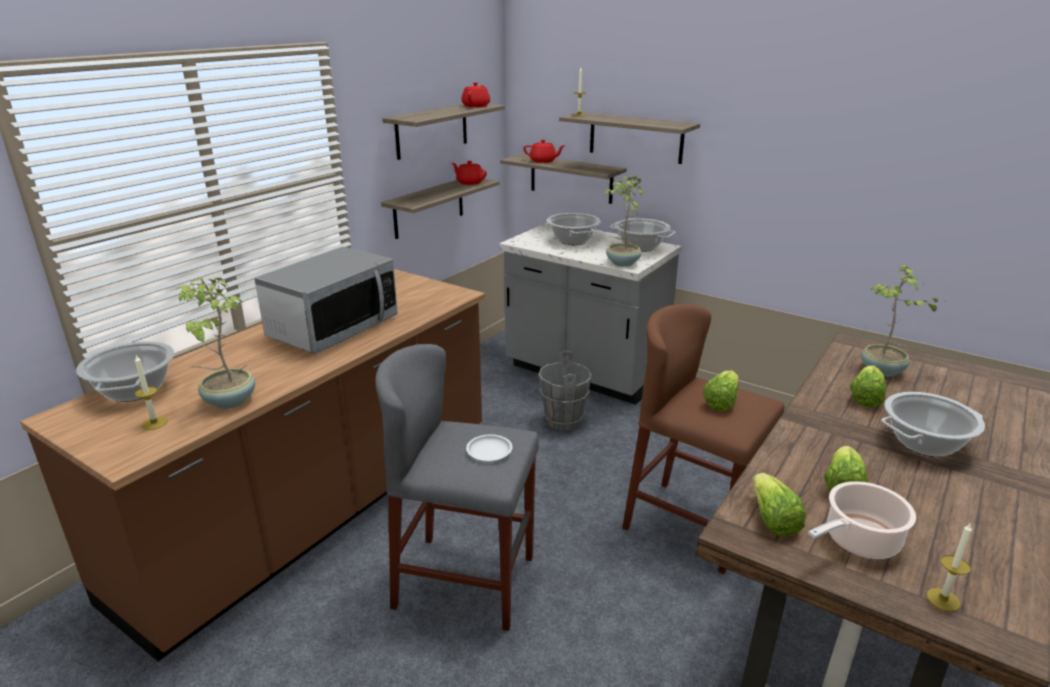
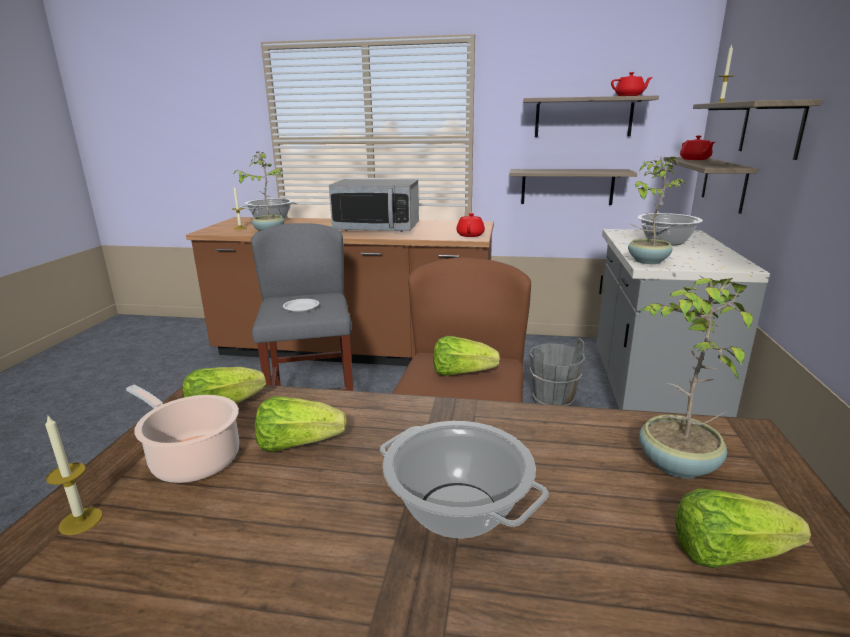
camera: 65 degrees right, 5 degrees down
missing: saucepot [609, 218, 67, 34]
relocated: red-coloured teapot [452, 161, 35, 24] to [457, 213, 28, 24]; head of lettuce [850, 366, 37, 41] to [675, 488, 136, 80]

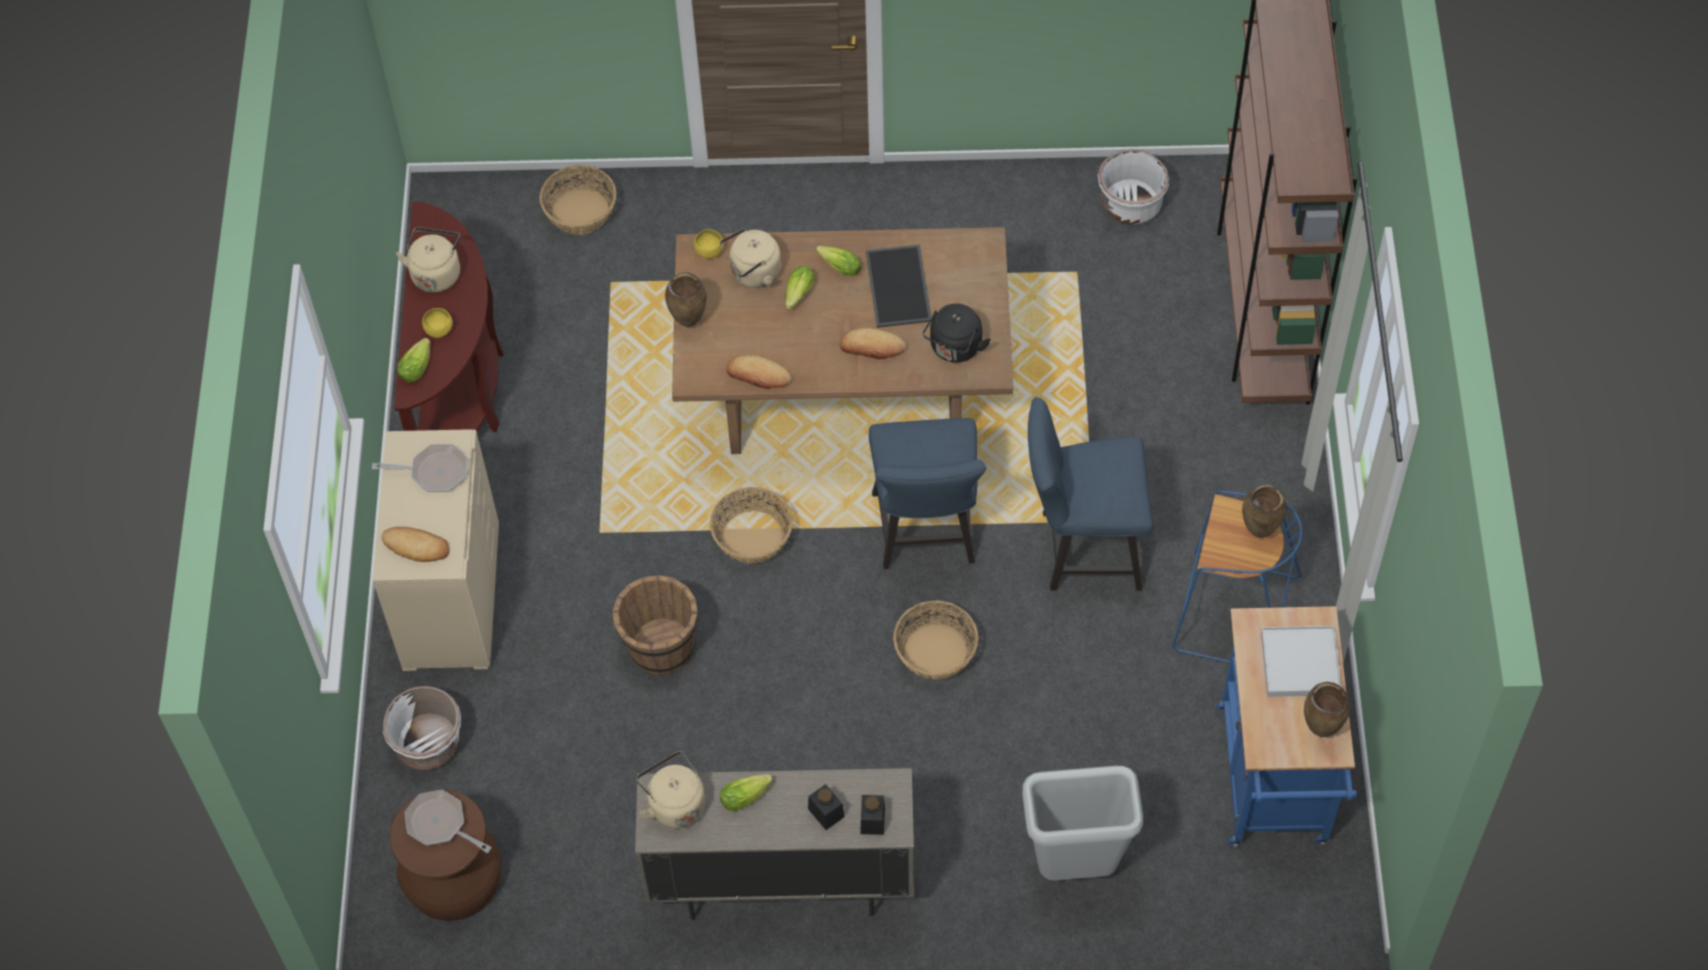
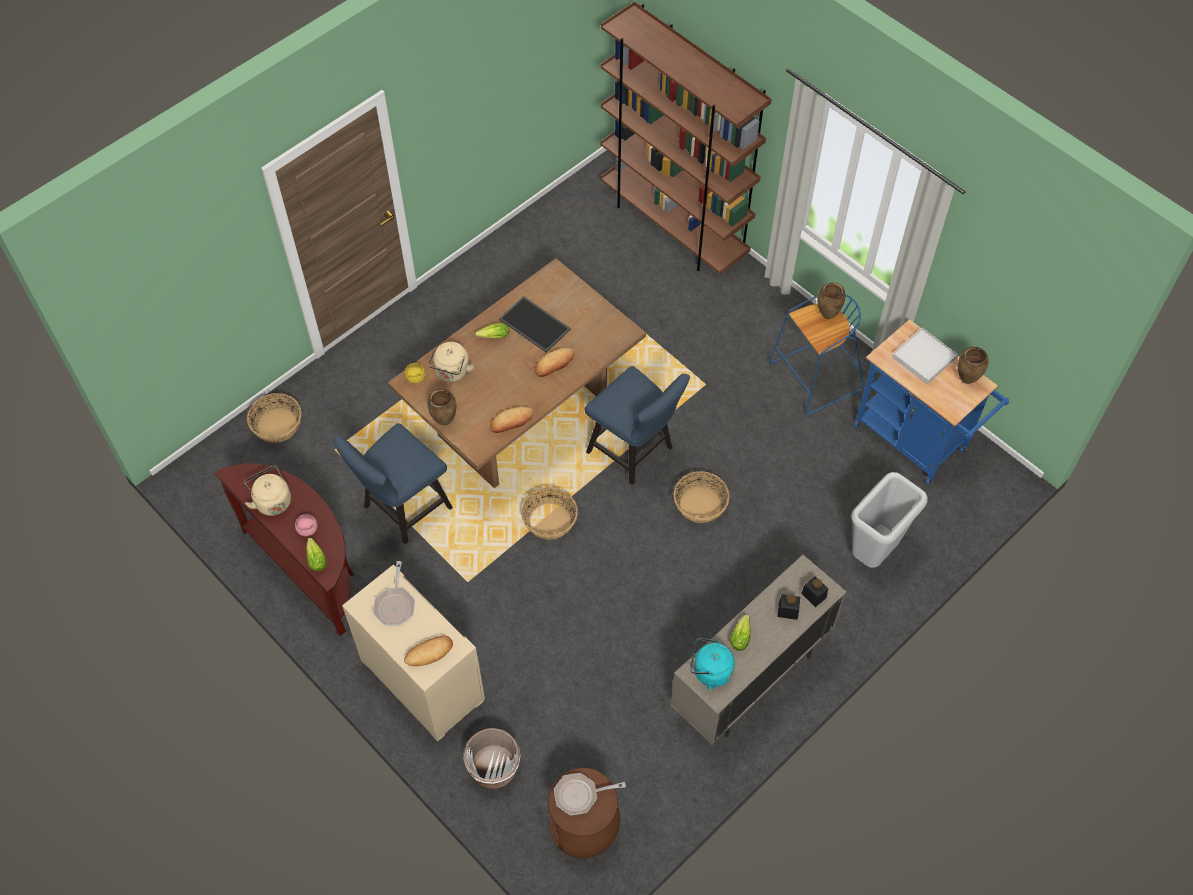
camera: 45 degrees left, 0 degrees up
missing: brown-coloured pail [613, 575, 85, 100]; head of lettuce [785, 266, 30, 44]; black kettle [923, 304, 68, 59]; whitish flower pot [1098, 149, 71, 75]
relocated: bluish chair [1028, 397, 125, 194] to [333, 423, 120, 121]
colour: yellow bowl [422, 308, 31, 30] to pink-coloured bowl [295, 514, 22, 22]; beige-coloured kettle [636, 751, 69, 77] to turquoise kettle [690, 638, 45, 52]
spun: skillet [372, 444, 96, 48] = [373, 561, 42, 65] 135 degrees clockwise

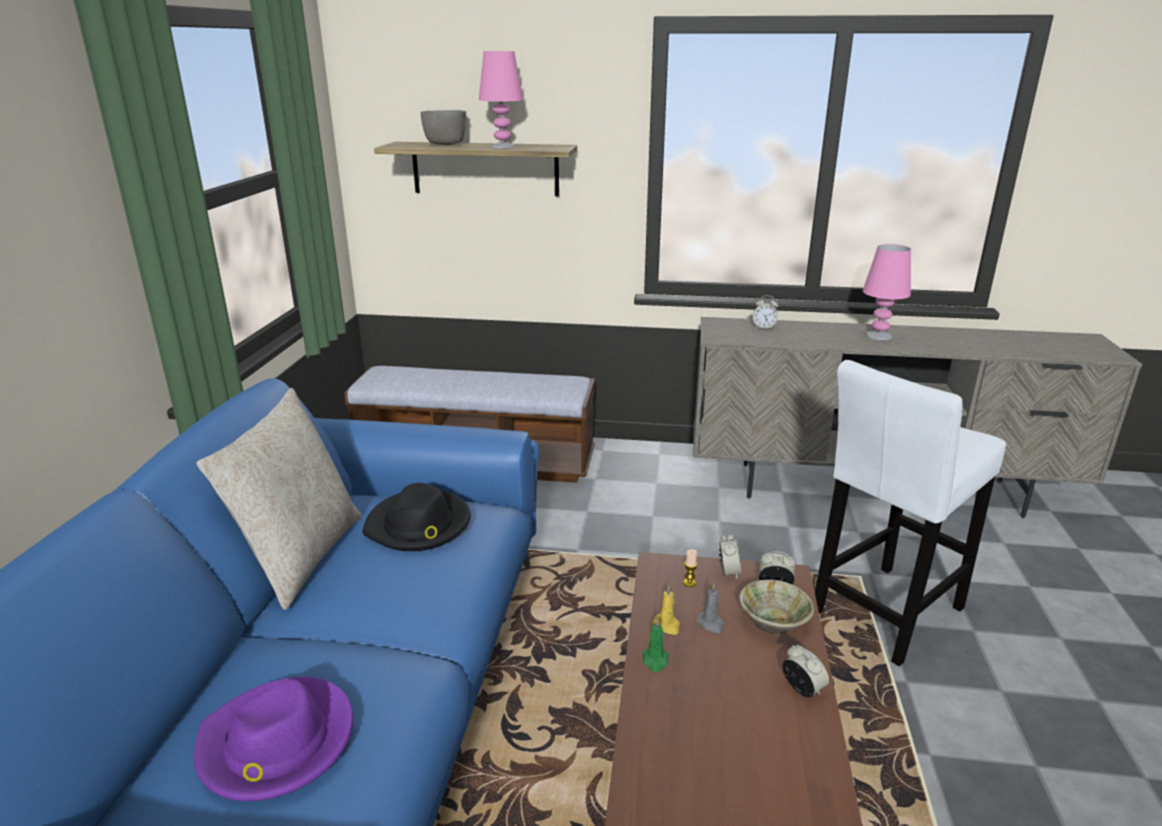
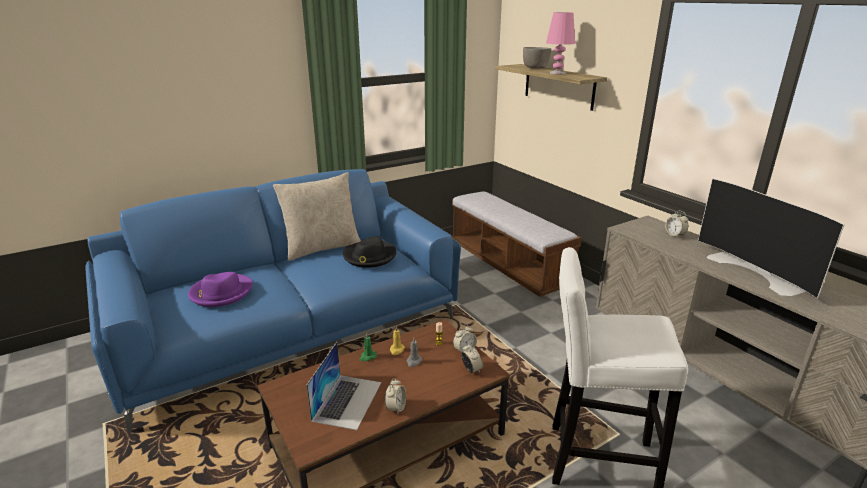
camera: 50 degrees right, 0 degrees up
missing: beige-coloured bowl [739, 579, 75, 55]
appeared: notebook computer [306, 342, 75, 88]
exchanged: pink-coloured tabletop lamp [863, 244, 48, 96] to television [698, 178, 147, 121]

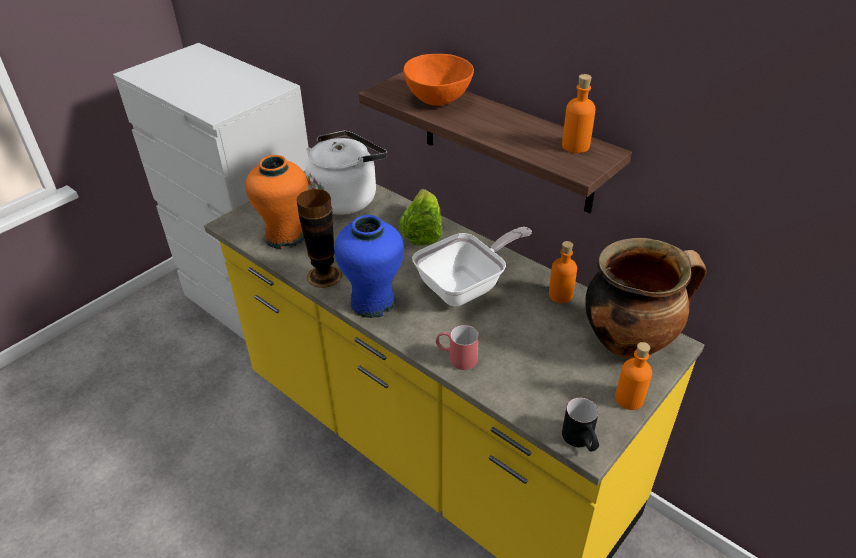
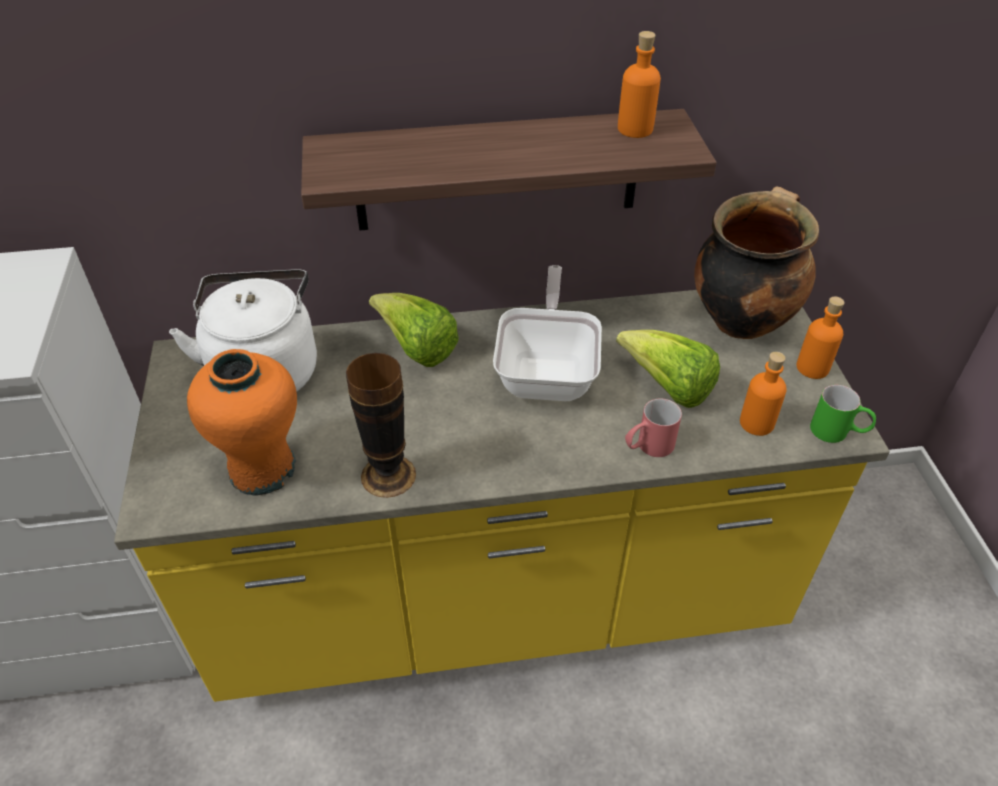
camera: 50 degrees left, 5 degrees up
missing: bluish flower vase [334, 215, 70, 103]; orangey bowl [403, 54, 71, 52]
appeared: head of lettuce [616, 330, 104, 78]
relocated: orangey drink bottle [549, 241, 28, 62] to [740, 352, 47, 84]
colour: black tea mug [562, 398, 37, 54] to green tea mug [810, 385, 66, 58]

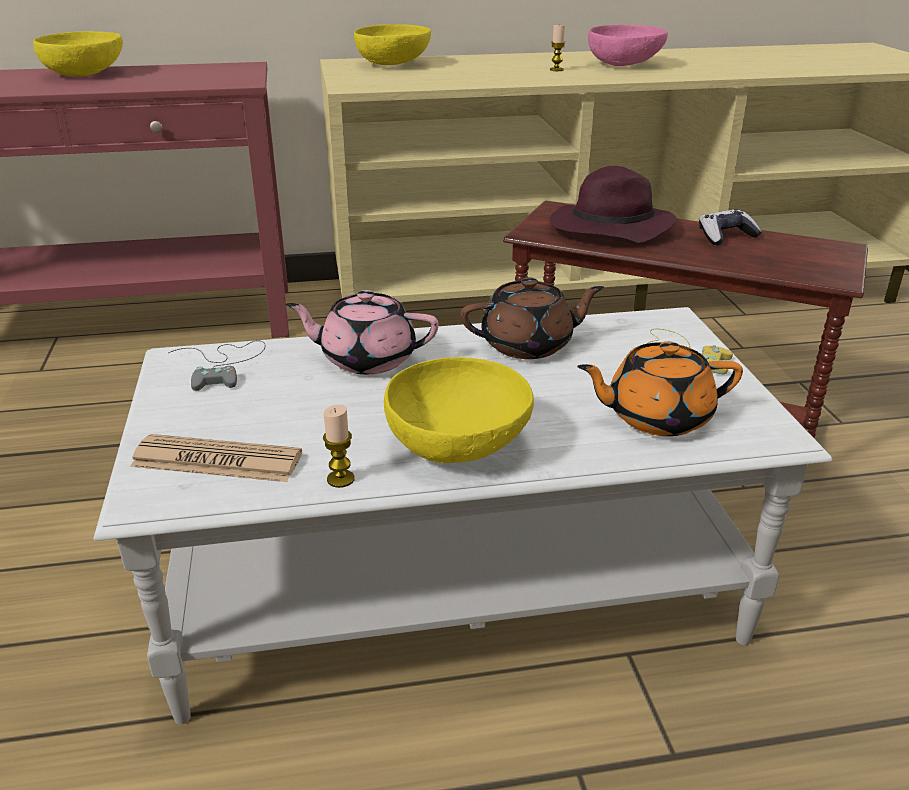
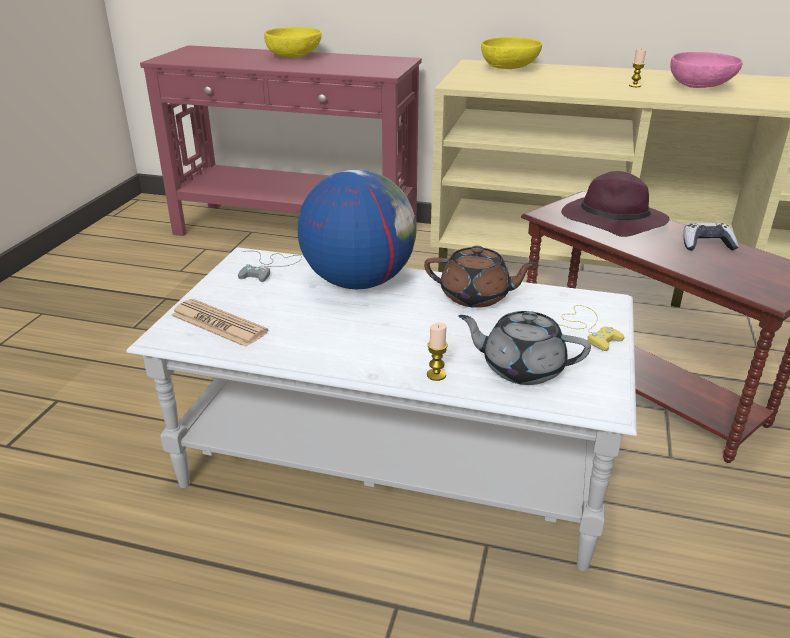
camera: 25 degrees right, 0 degrees up
missing: yellow bowl [384, 357, 150, 106]
relocated: wax light [323, 405, 32, 83] to [427, 323, 21, 58]
exchanged: pink-coloured teapot [286, 290, 153, 84] to world globe [298, 169, 119, 120]
colour: orangey teapot [577, 341, 166, 95] to grey teapot [458, 311, 133, 74]

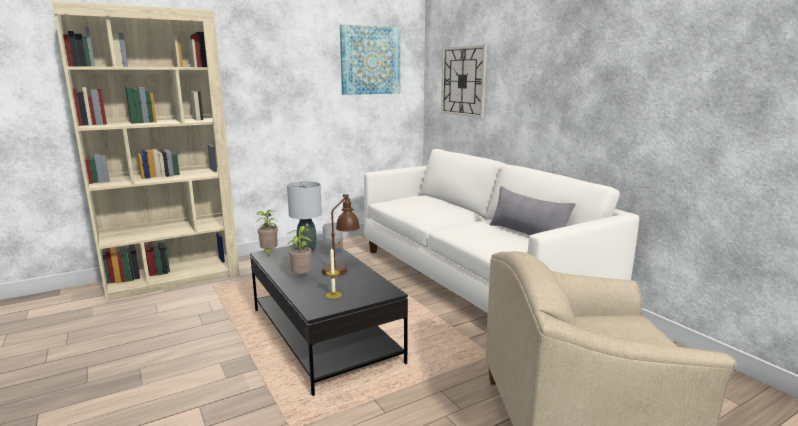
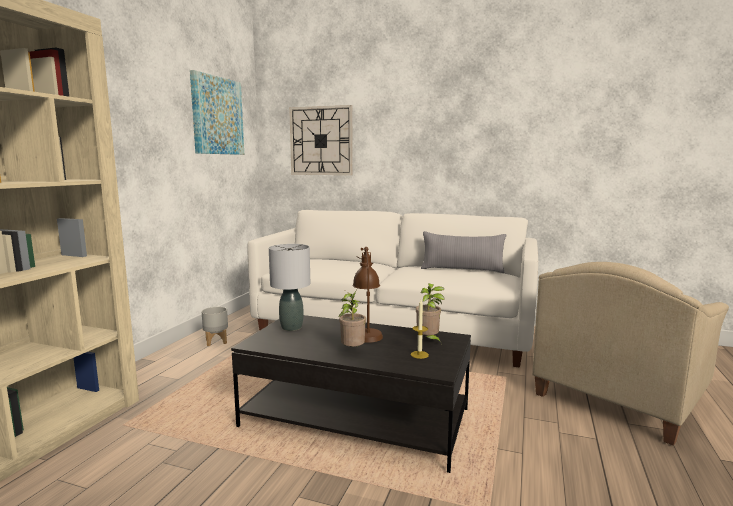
camera: 40 degrees left, 5 degrees down
relocated: potted plant [256, 210, 22, 47] to [416, 283, 28, 62]

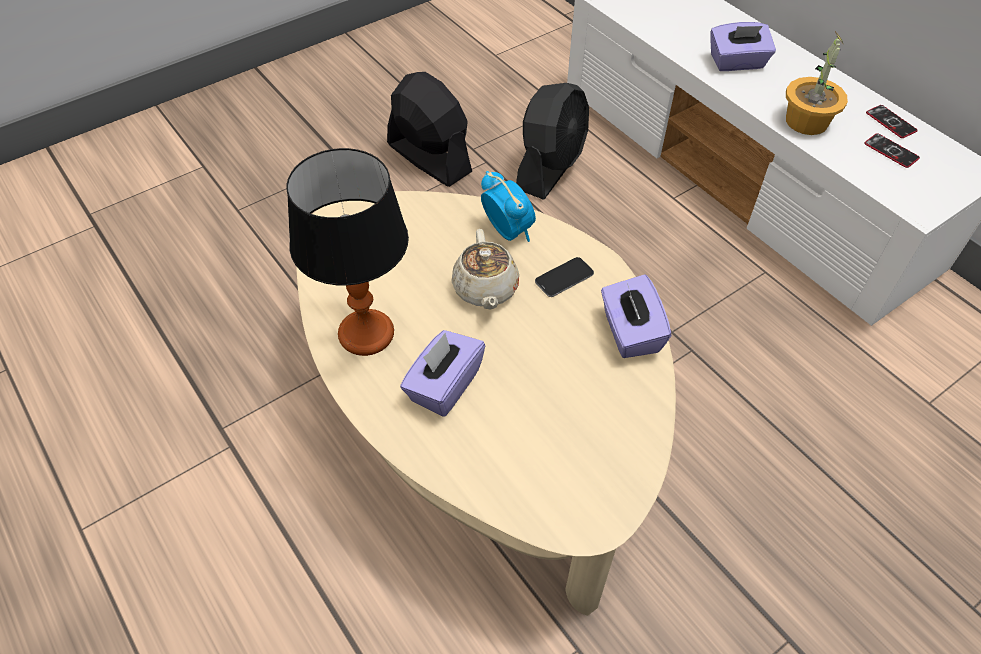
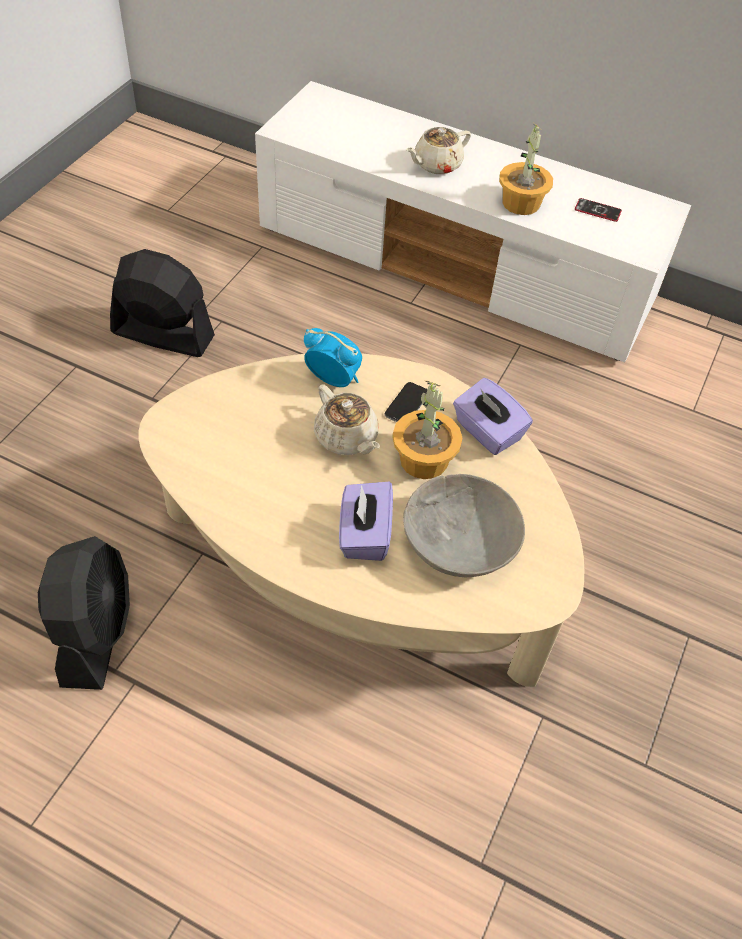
camera: 30 degrees left, 0 degrees up
missing: tabletop lamp [287, 148, 122, 208]; telephone [866, 105, 52, 33]
appeared: potted plant [392, 381, 70, 98]; grey bowl [403, 474, 122, 103]
relocated: black cooling fan [516, 83, 73, 117] to [38, 536, 92, 154]
exchanged: purplish tissue box [710, 22, 66, 49] to beige-coloured teapot [406, 127, 65, 47]

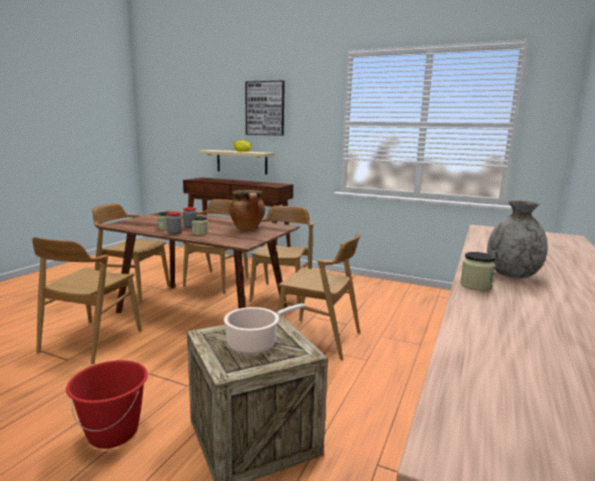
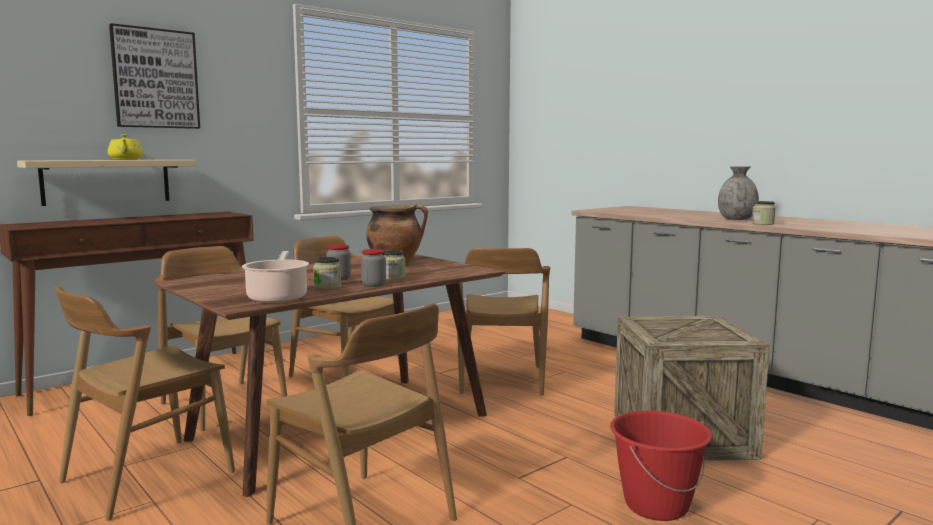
camera: 65 degrees left, 5 degrees down
relocated: saucepot [224, 303, 81, 51] to [242, 251, 67, 52]
spun: brown-coloured chair [278, 233, 82, 127] = [457, 248, 93, 148] 135 degrees clockwise

